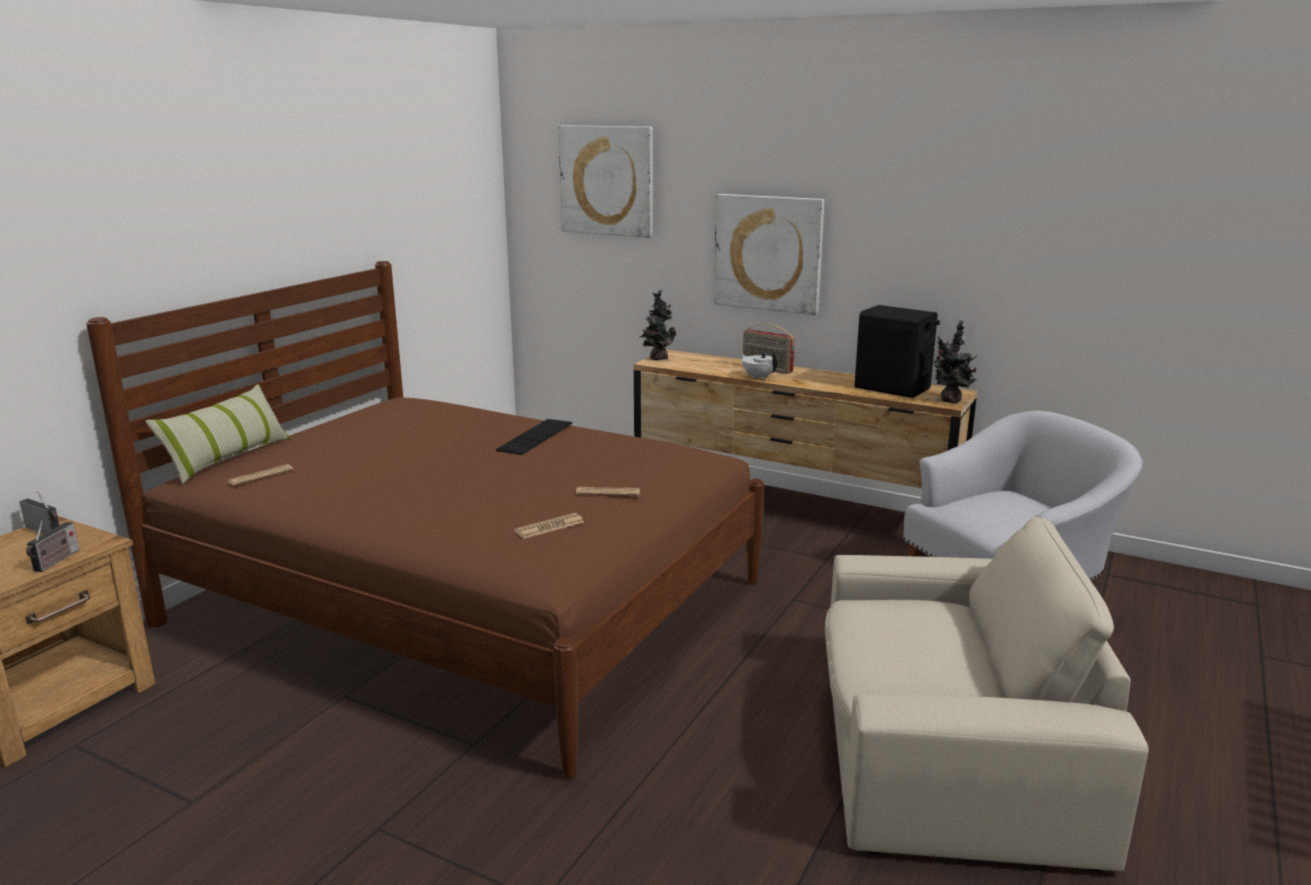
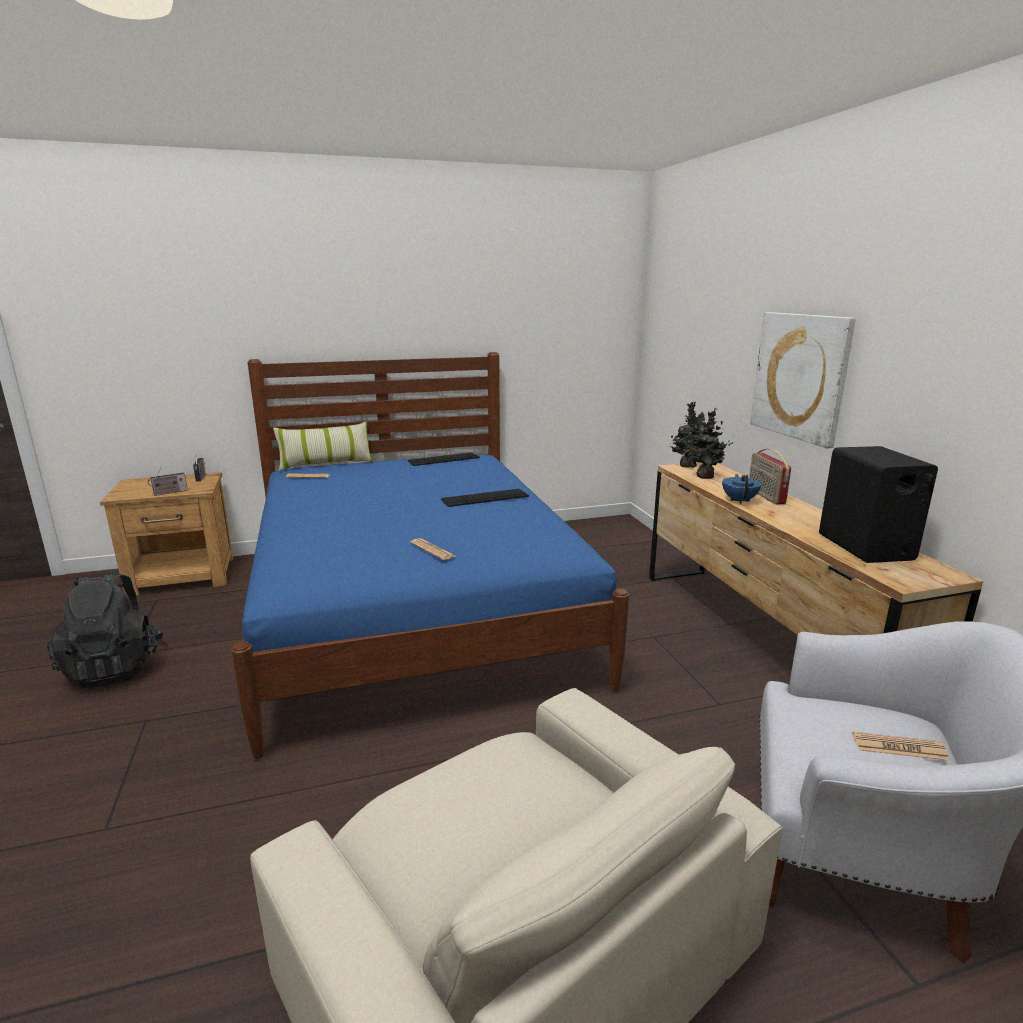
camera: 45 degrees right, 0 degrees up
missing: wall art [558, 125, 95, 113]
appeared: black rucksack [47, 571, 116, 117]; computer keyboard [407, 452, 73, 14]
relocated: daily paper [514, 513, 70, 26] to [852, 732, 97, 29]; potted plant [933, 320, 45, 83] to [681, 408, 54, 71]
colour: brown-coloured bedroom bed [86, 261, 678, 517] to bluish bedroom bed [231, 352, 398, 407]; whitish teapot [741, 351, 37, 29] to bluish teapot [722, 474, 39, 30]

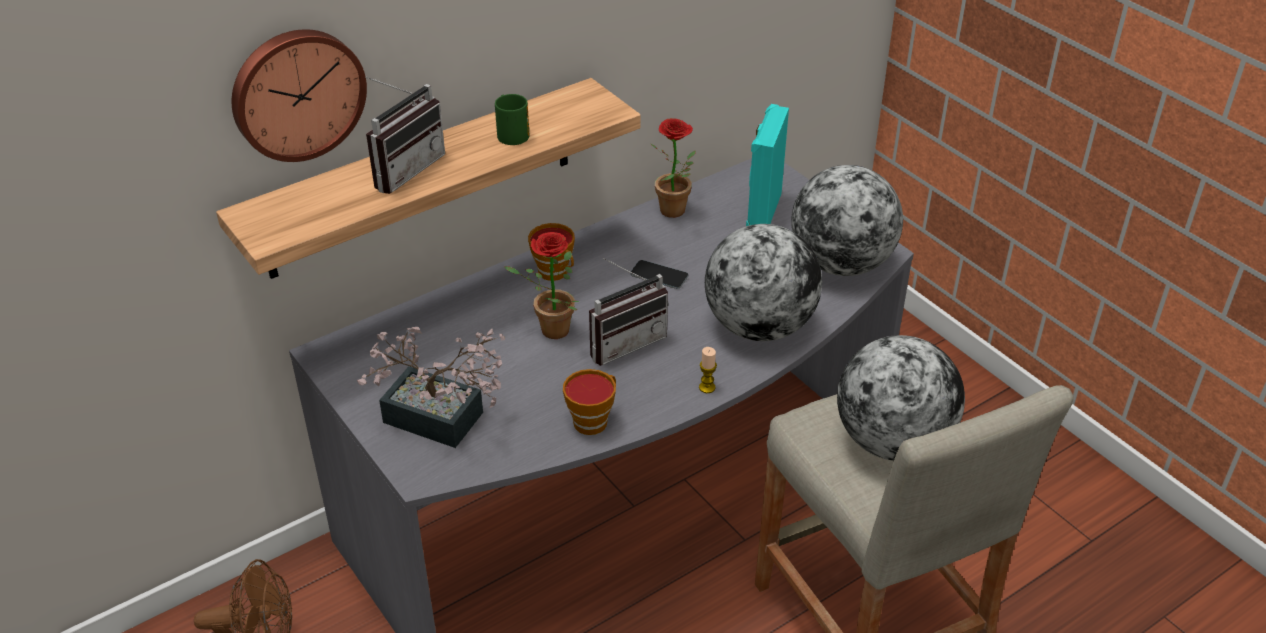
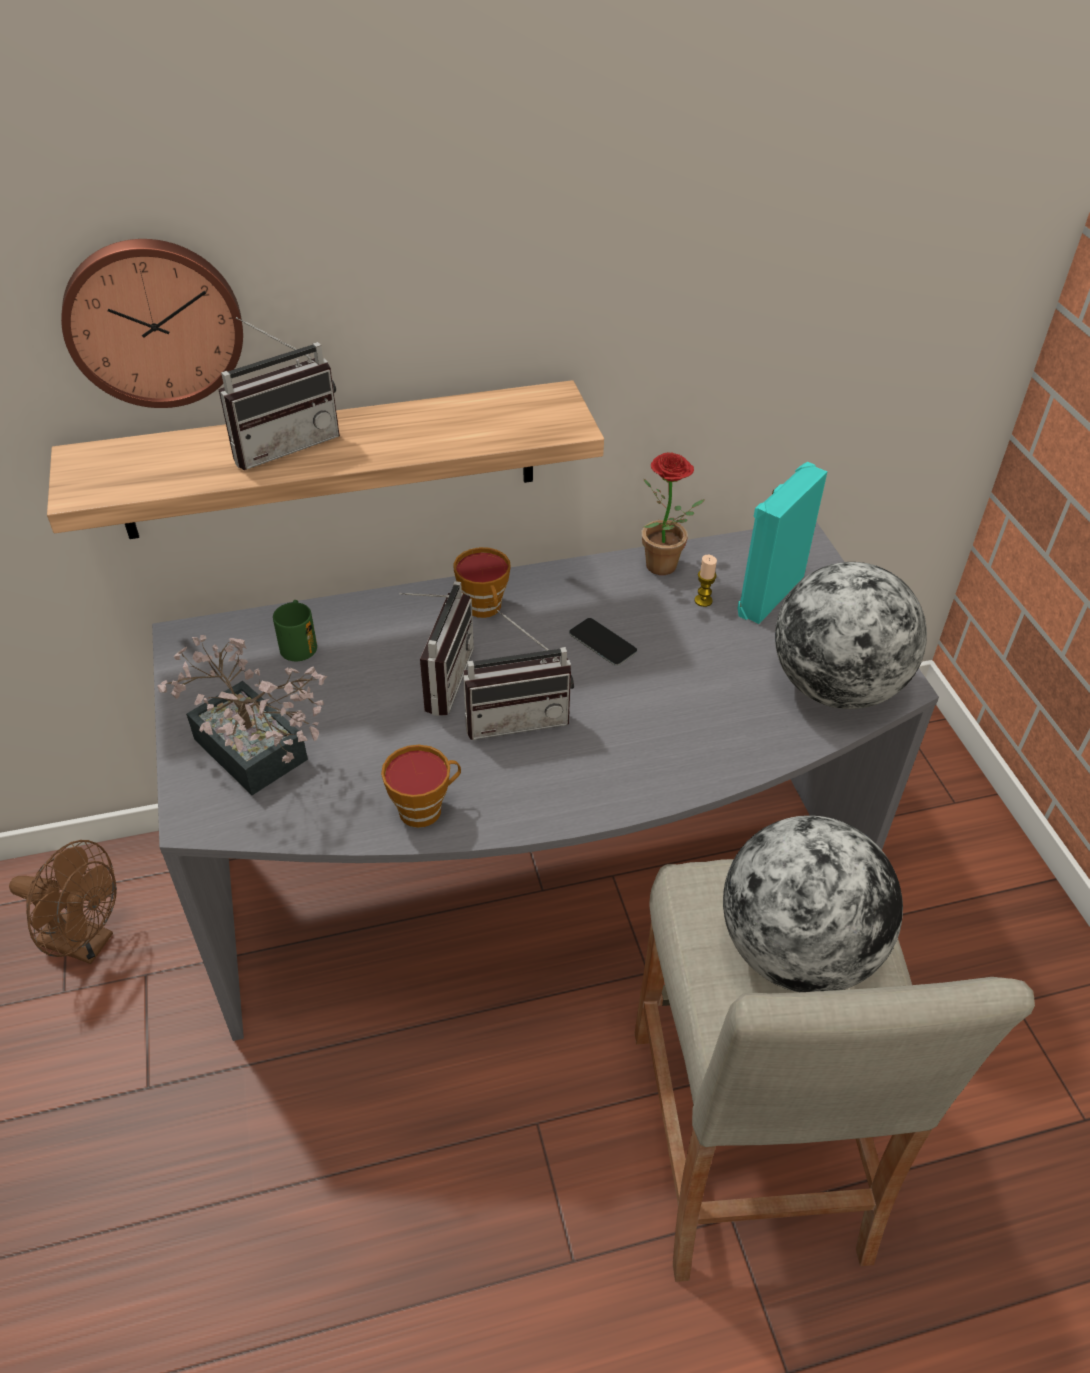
camera: 20 degrees right, 5 degrees up
missing: world globe [705, 224, 117, 117]
relocated: green tea mug [495, 94, 34, 51] to [273, 600, 44, 61]; wax light [699, 347, 18, 46] to [694, 555, 23, 52]
exchanged: potted plant [504, 232, 75, 107] to radio set [399, 581, 75, 135]

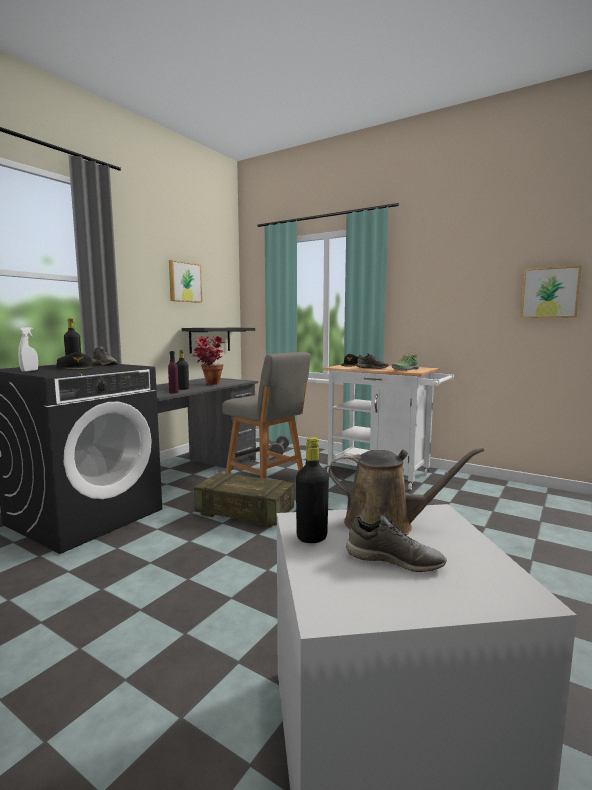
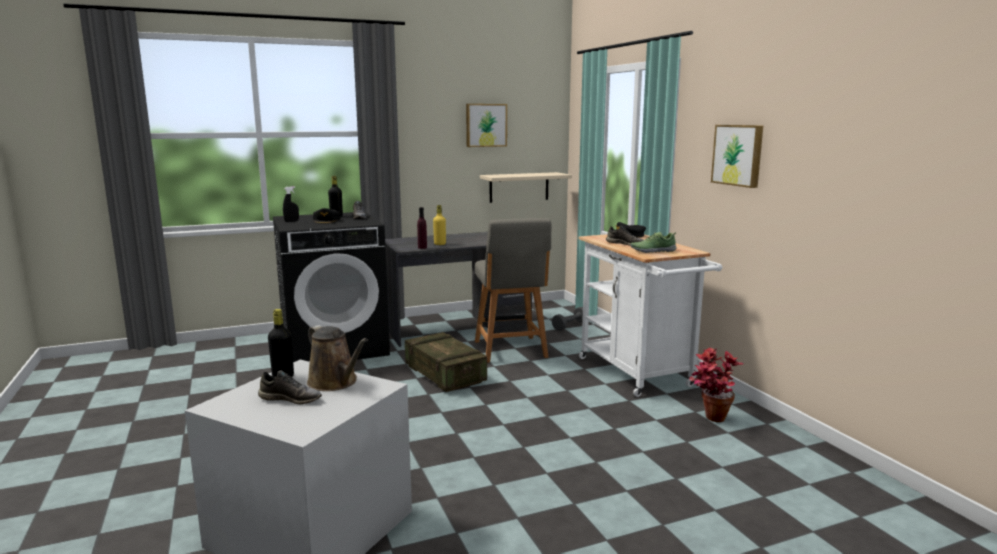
camera: 35 degrees right, 5 degrees up
relocated: potted plant [192, 336, 33, 49] to [689, 348, 54, 74]; wall art [520, 265, 62, 53] to [711, 125, 52, 63]
colour: whitish hand sprayer [18, 327, 20, 45] to black hand sprayer [283, 186, 16, 36]; black drink bottle [176, 350, 13, 40] to yellow drink bottle [433, 205, 13, 40]; black shelf [182, 328, 73, 26] to beige-coloured shelf [480, 172, 92, 31]
spun: grey low shoe [346, 515, 101, 57] = [258, 370, 64, 34] 45 degrees counterclockwise

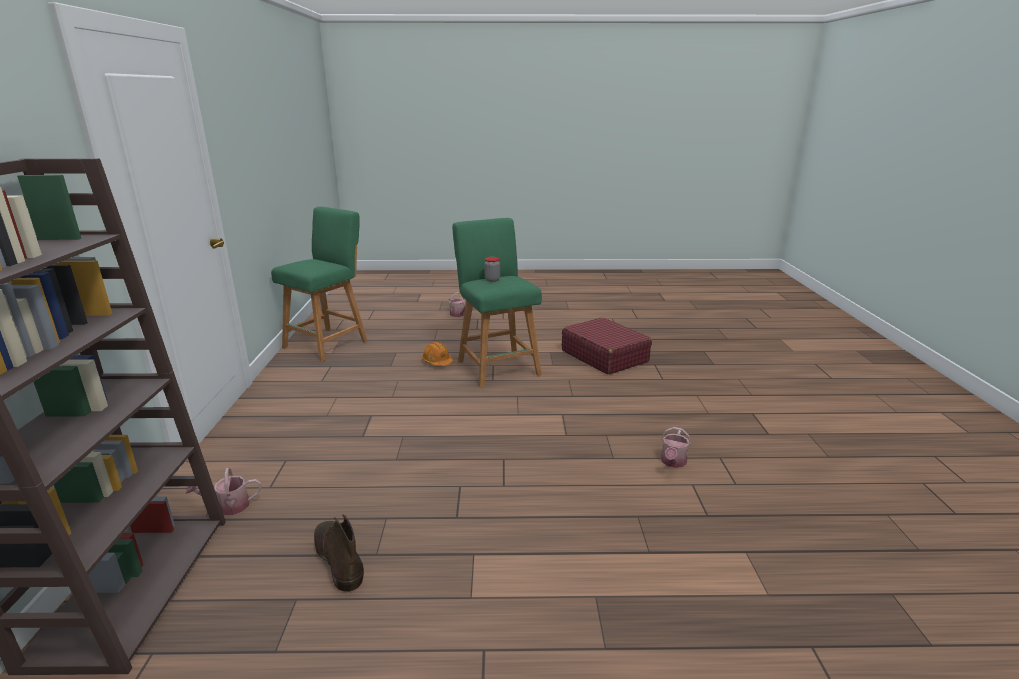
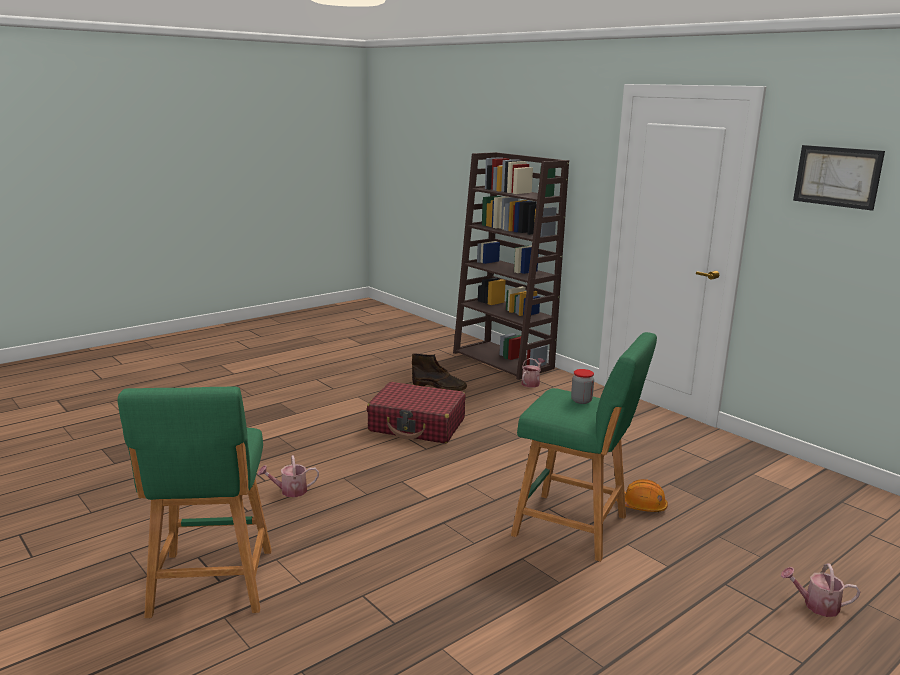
camera: 140 degrees right, 5 degrees down
appeared: wall art [793, 145, 92, 66]
relocated: green stool seat [271, 207, 96, 154] to [117, 386, 155, 232]; red-coloured travel case [562, 317, 90, 58] to [367, 382, 99, 61]
spun: watering can [661, 427, 30, 41] = [258, 455, 61, 42] 90 degrees counterclockwise

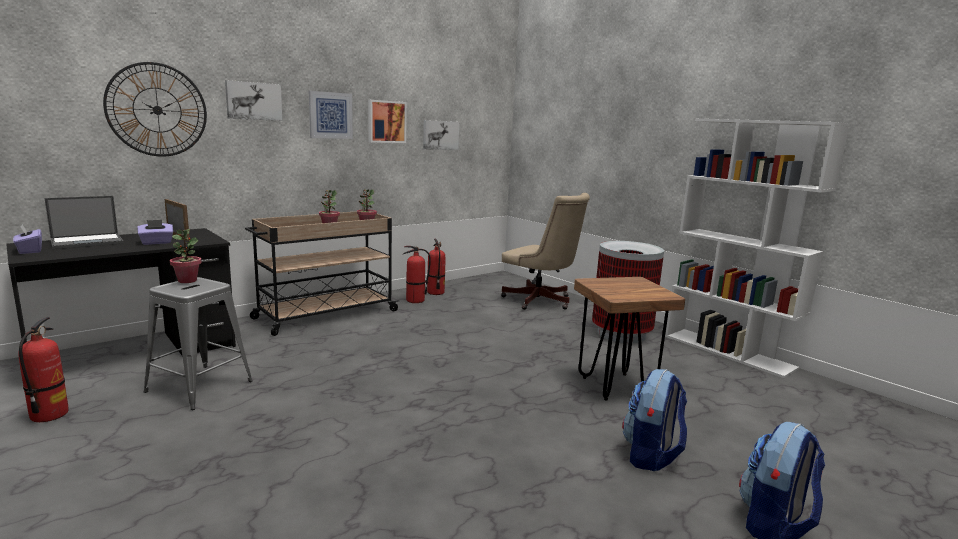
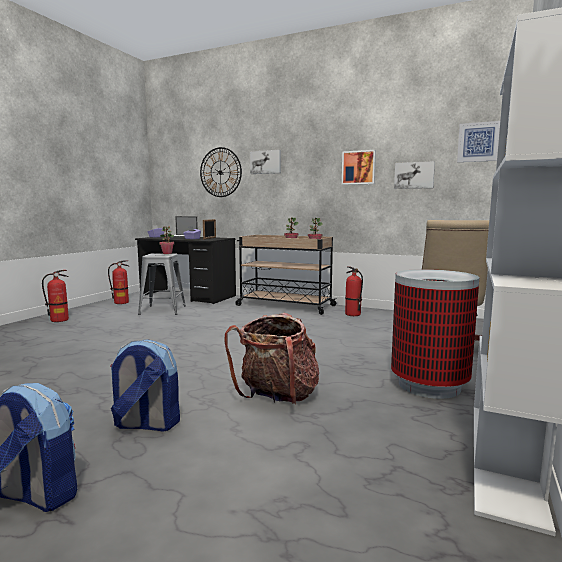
camera: 65 degrees right, 5 degrees down
relocated: wall art [309, 91, 44, 48] to [457, 121, 43, 41]; fire-fighting cylinder [427, 239, 18, 56] to [42, 270, 27, 52]
exchanged: brown-coloured stool seat [574, 277, 111, 124] to rucksack [224, 313, 95, 92]

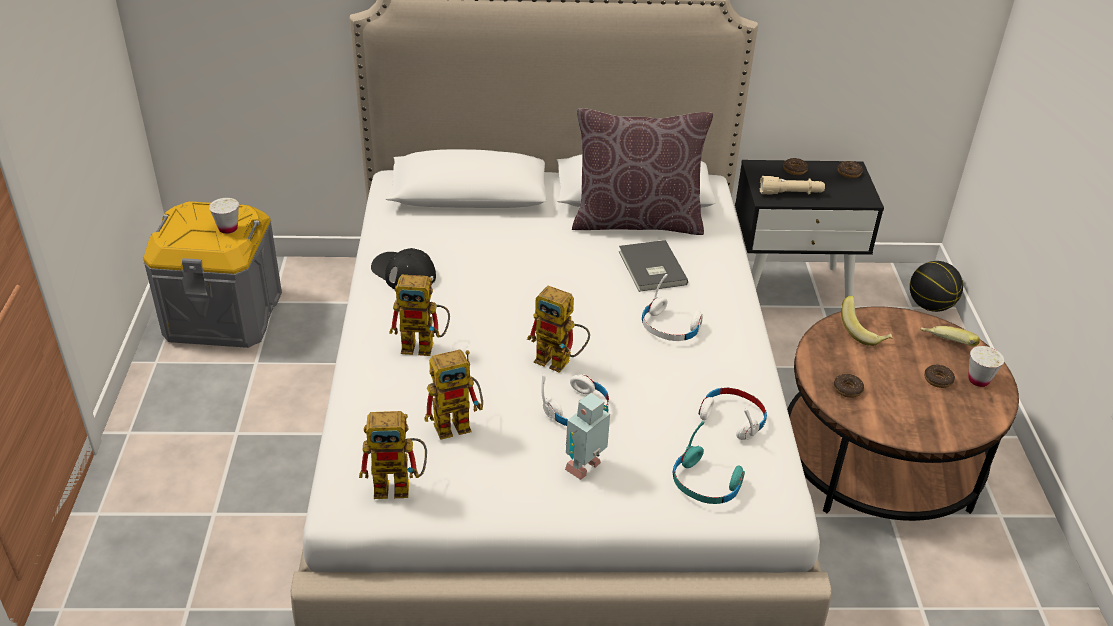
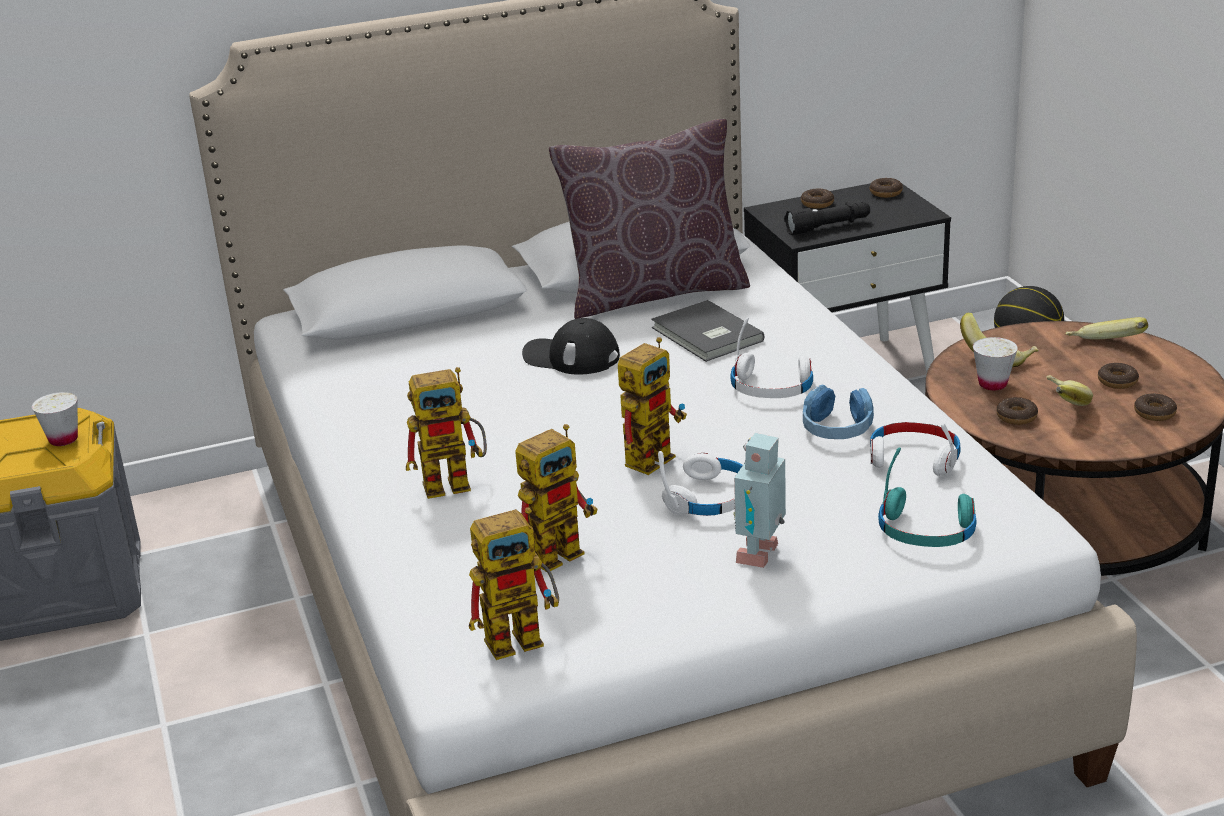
camera: 15 degrees left, 10 degrees down
appeared: bluish pair of headphones [803, 385, 71, 54]; banana [1046, 375, 47, 31]; doughnut [1134, 393, 43, 28]
relocated: black baseball cap [371, 248, 65, 41] to [522, 318, 98, 57]; whitish cup [968, 346, 36, 41] to [973, 337, 45, 53]
colour: beige-coloured flashlight [760, 176, 65, 18] to black flashlight [784, 202, 86, 33]
spun: robot figure [527, 286, 63, 87] = [618, 337, 69, 138] 60 degrees counterclockwise

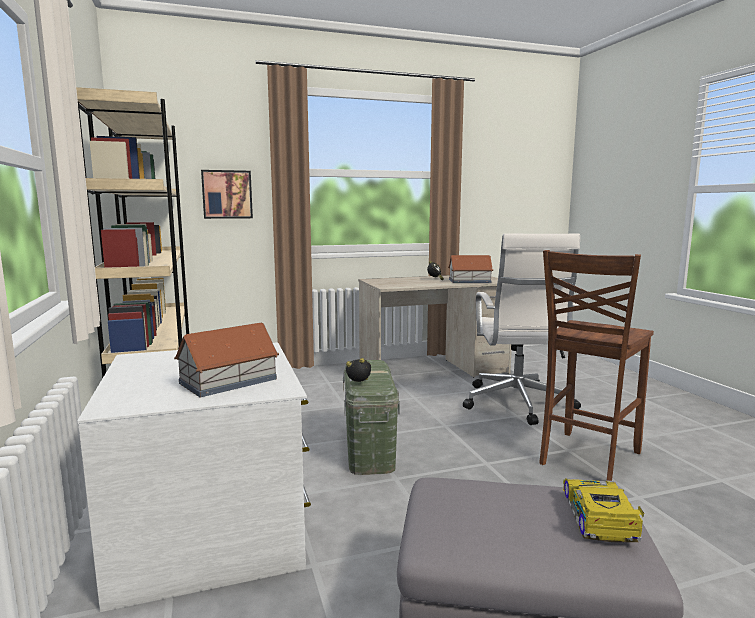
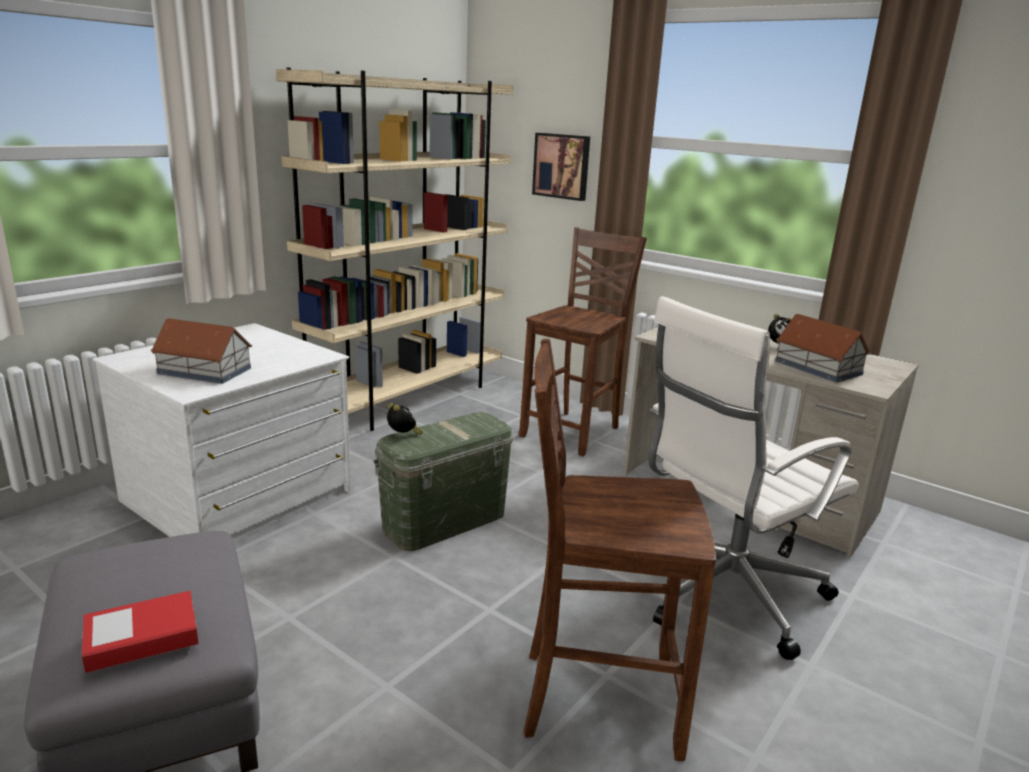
camera: 55 degrees right, 10 degrees up
appeared: brown-coloured chair [519, 227, 128, 229]
exchanged: miniature car [563, 478, 81, 64] to bound book [82, 590, 117, 83]

